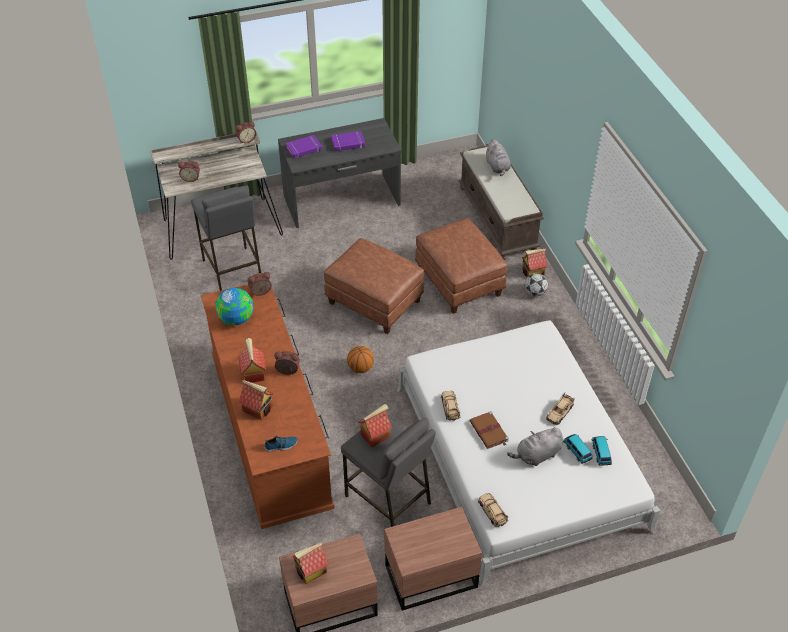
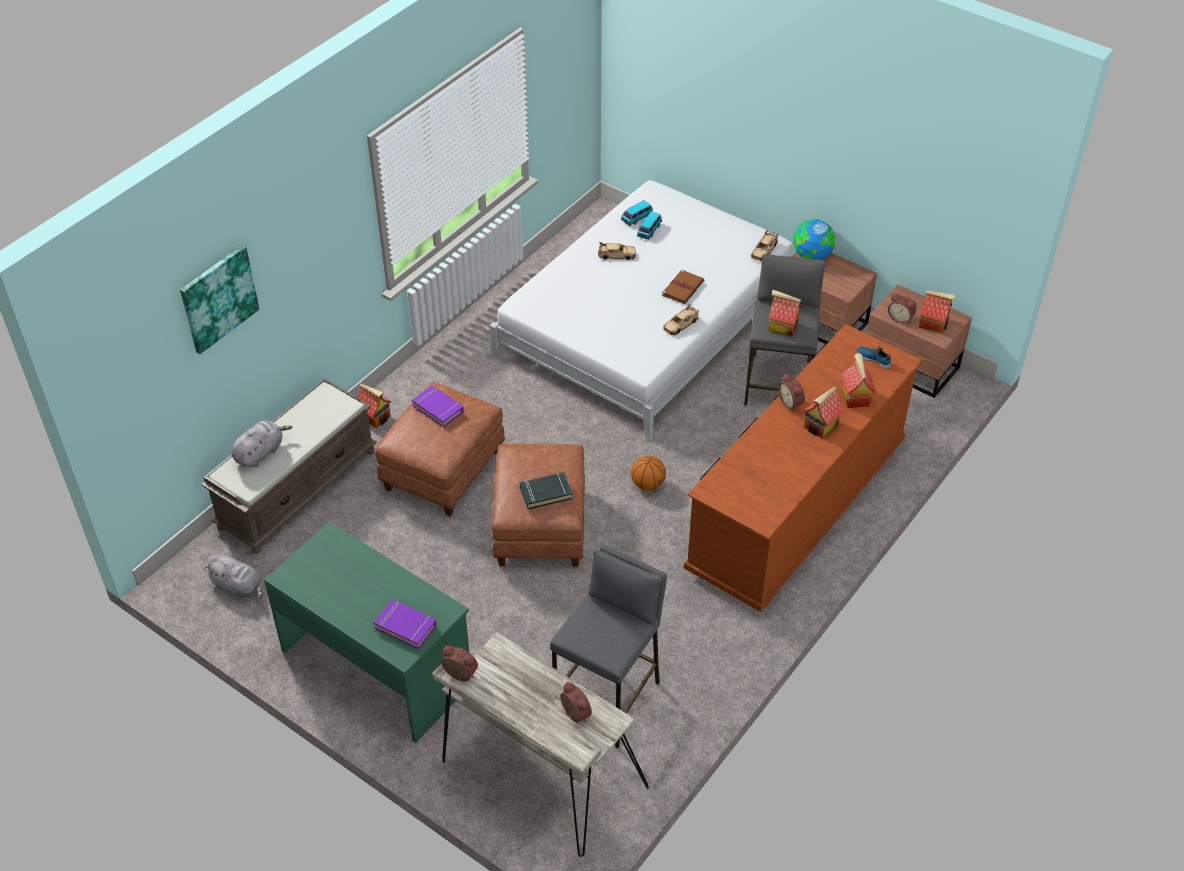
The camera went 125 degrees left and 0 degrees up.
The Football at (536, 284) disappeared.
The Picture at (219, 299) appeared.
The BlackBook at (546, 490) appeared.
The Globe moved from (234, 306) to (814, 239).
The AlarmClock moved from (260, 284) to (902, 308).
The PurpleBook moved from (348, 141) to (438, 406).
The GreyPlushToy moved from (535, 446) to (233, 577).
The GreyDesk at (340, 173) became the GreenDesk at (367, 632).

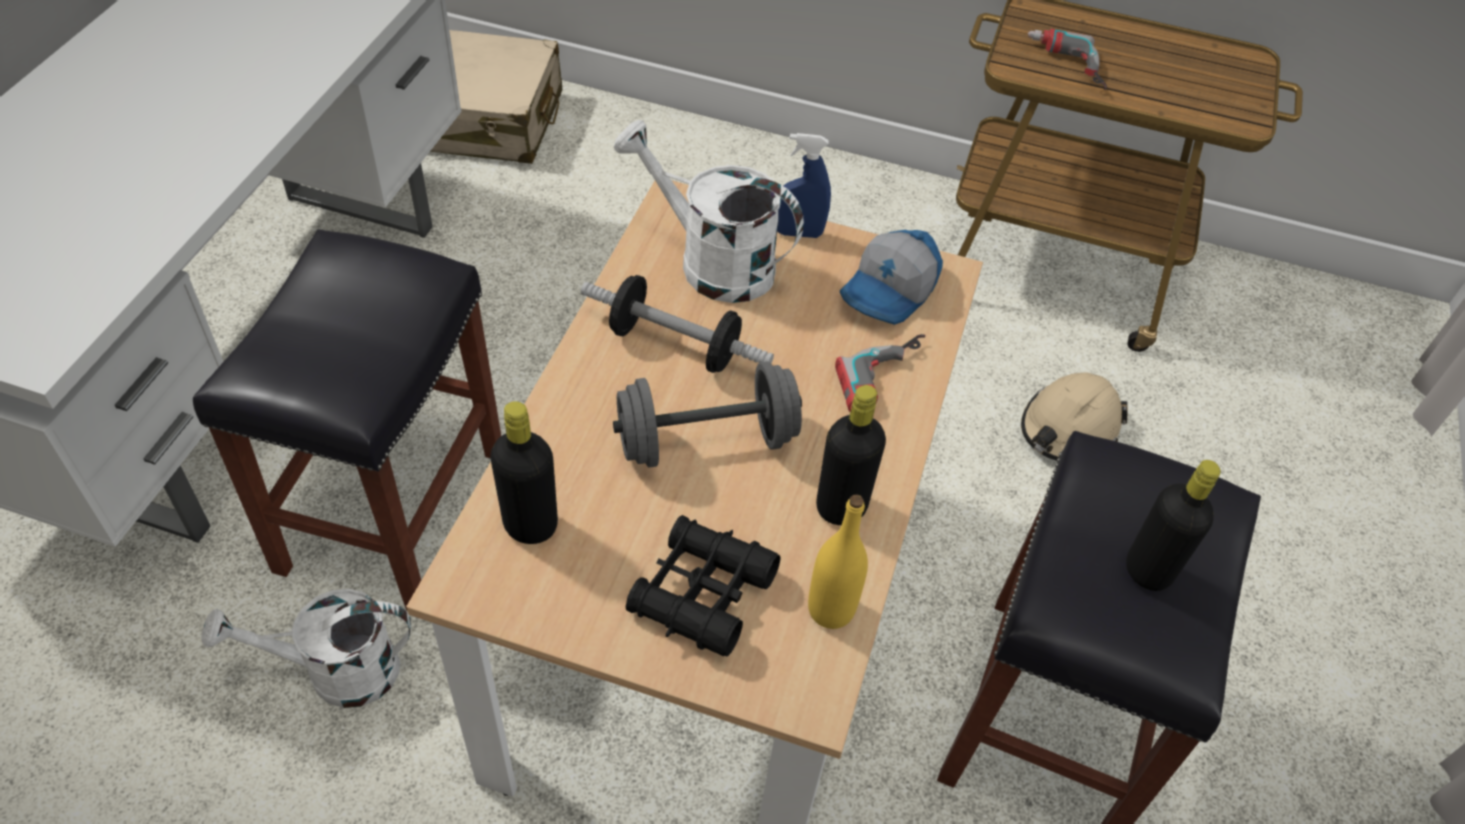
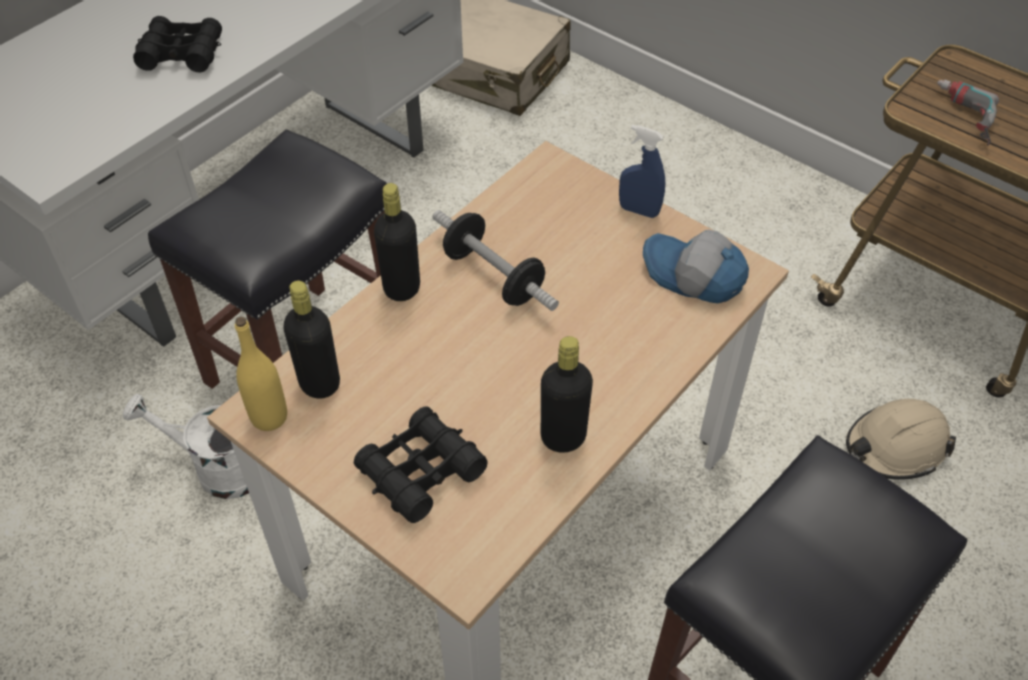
The camera went 25 degrees right and 0 degrees up.
The GreyDumbbell at (707, 415) disappeared.
The WhiteWateringCan at (709, 211) disappeared.
The PowerDrill at (880, 373) disappeared.
The BlackBinoculars at (177, 44) appeared.
The YellowBottle moved from (838, 562) to (261, 374).
The BlackBottle moved from (1173, 525) to (397, 242).
The Cap at (891, 277) turned 60 degrees clockwise.

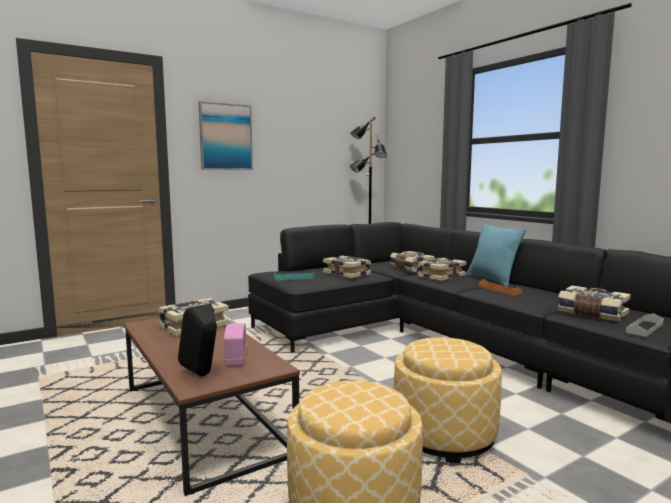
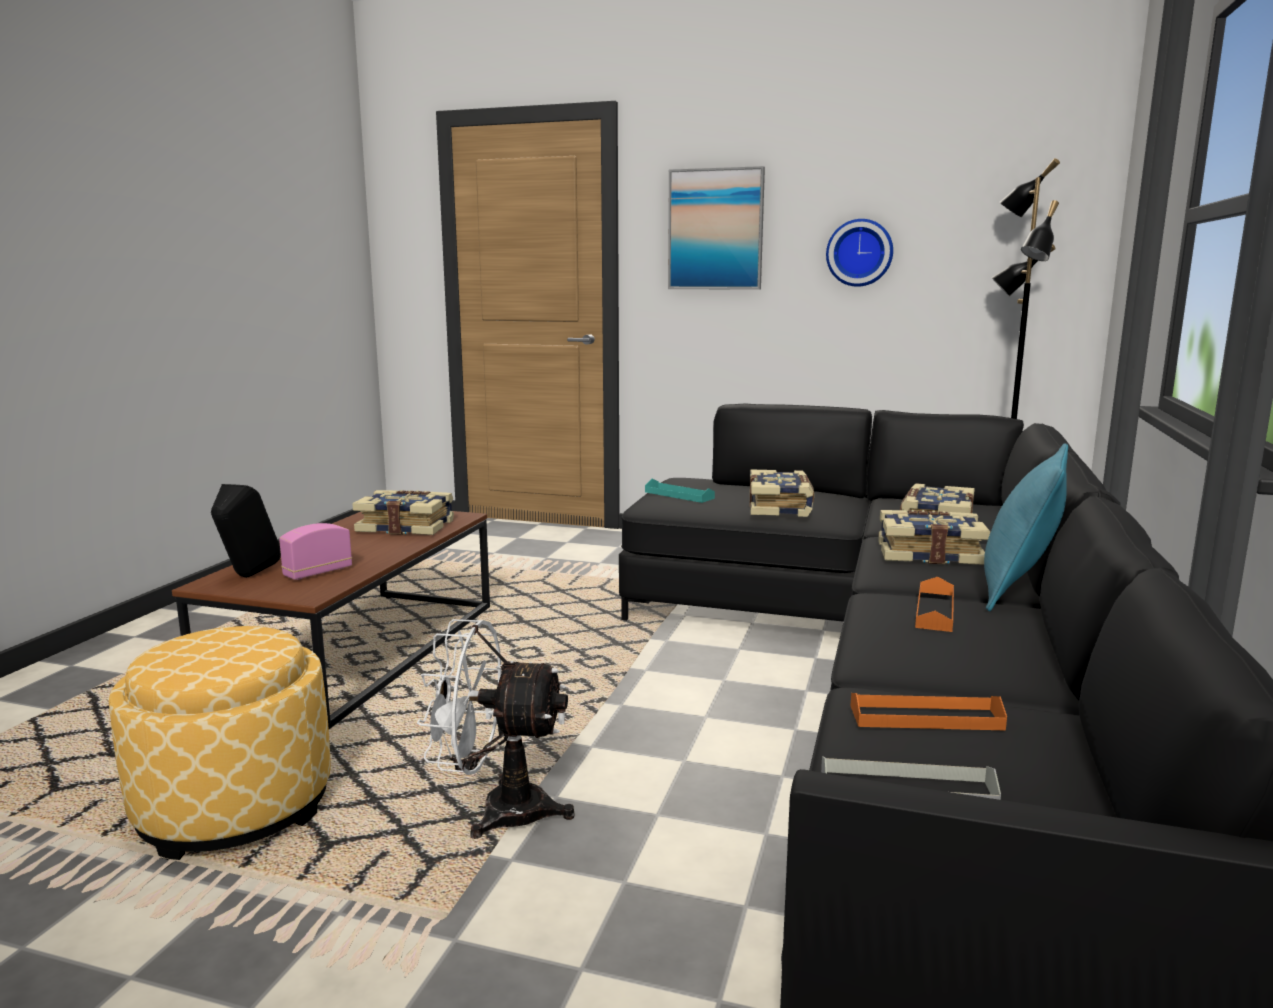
The camera went 50 degrees right and 5 degrees up.
The WallClock at (859, 253) appeared.
The Ottoman at (448, 400) was replaced by the WhiteFan at (496, 729).
The Book at (594, 303) was replaced by the OrangeTray at (929, 711).

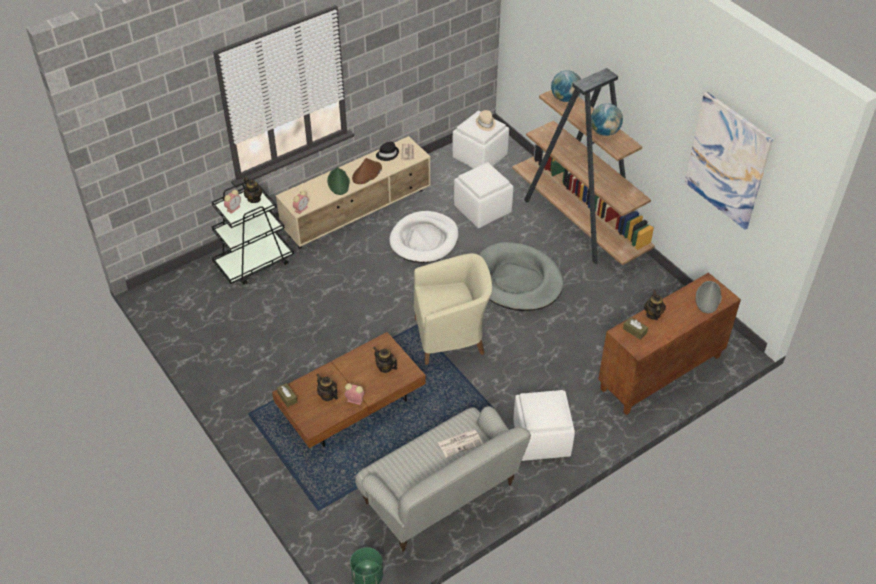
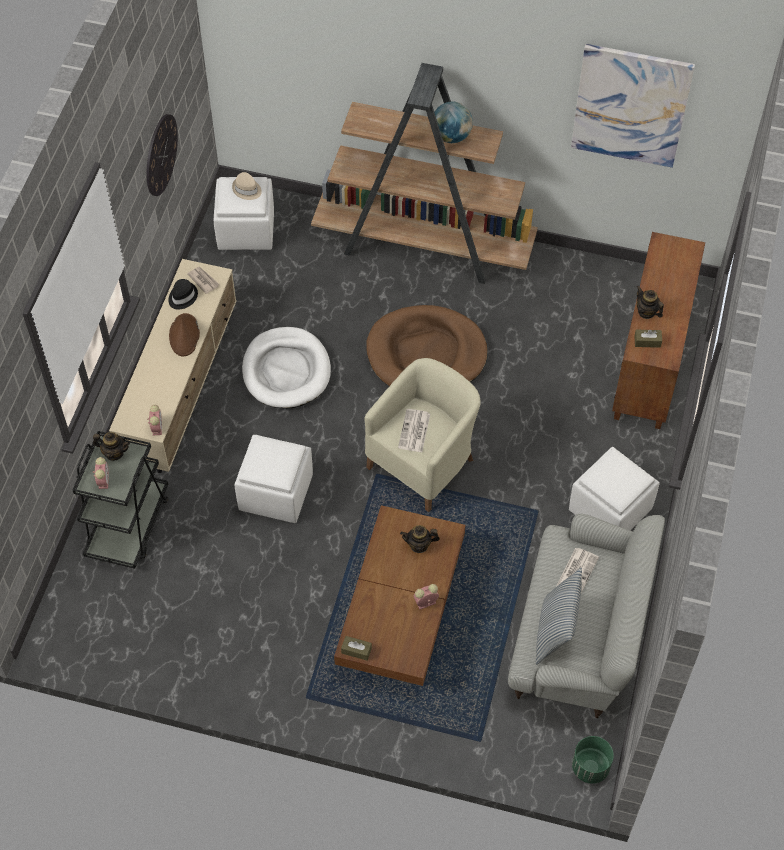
The camera went 40 degrees left and 10 degrees up.
The Teapot at (327, 387) disappeared.
The GreenHat at (338, 181) disappeared.
The Globe at (566, 86) disappeared.
The GreyHat at (709, 297) disappeared.
The WallClock at (162, 155) appeared.
The Newspaper at (414, 430) appeared.
The Pillow at (559, 616) appeared.
The WhiteOttoman moved from (483, 195) to (273, 479).
The GreyDogBed at (521, 276) became the BrownDogBed at (427, 345).

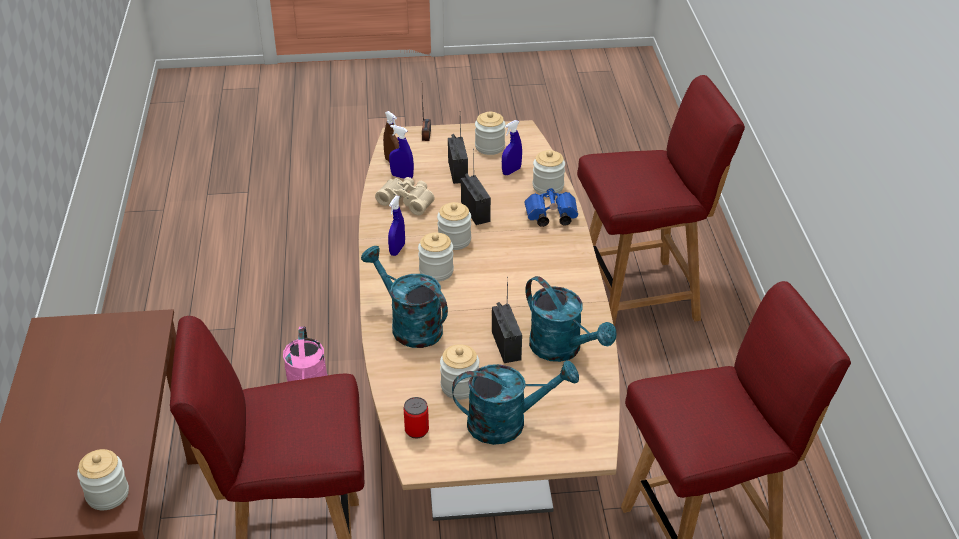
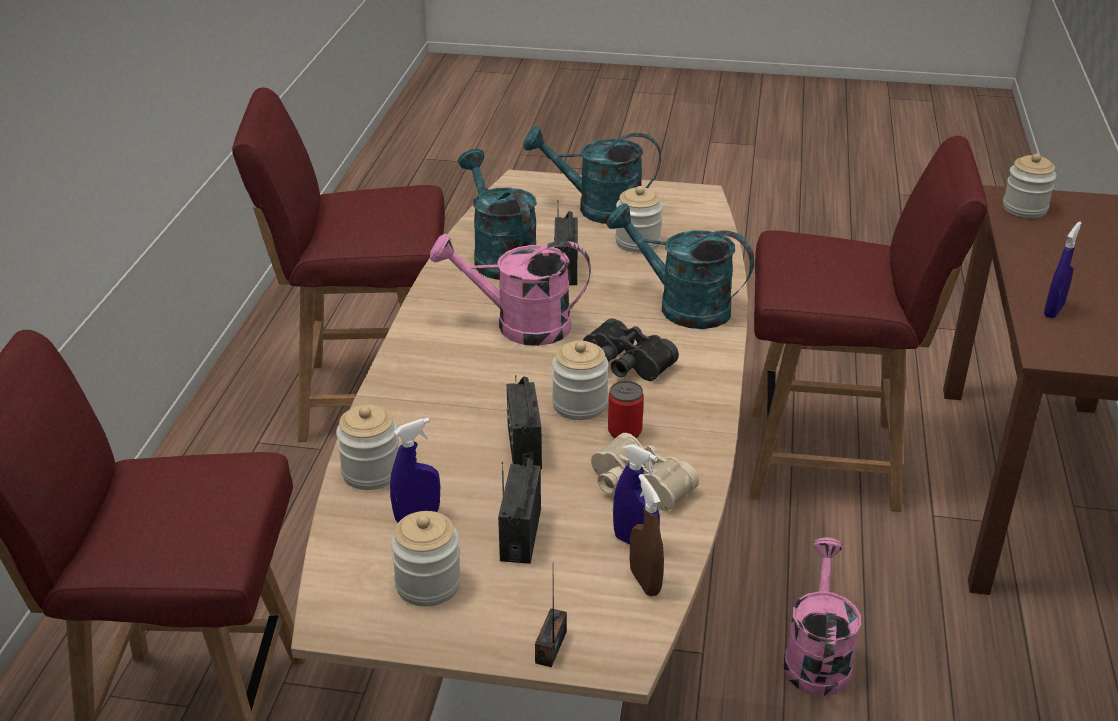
The camera went 165 degrees left and 5 degrees down.
The BlueBinoculars at (551, 207) disappeared.
The PinkWateringCan at (510, 289) appeared.
The BlueSprayBottle moved from (396, 226) to (1063, 269).
The Can moved from (416, 418) to (626, 409).
The Jar at (436, 257) was replaced by the BlackBinoculars at (631, 349).
The TurquoiseWateringCan at (404, 297) turned 150 degrees clockwise.

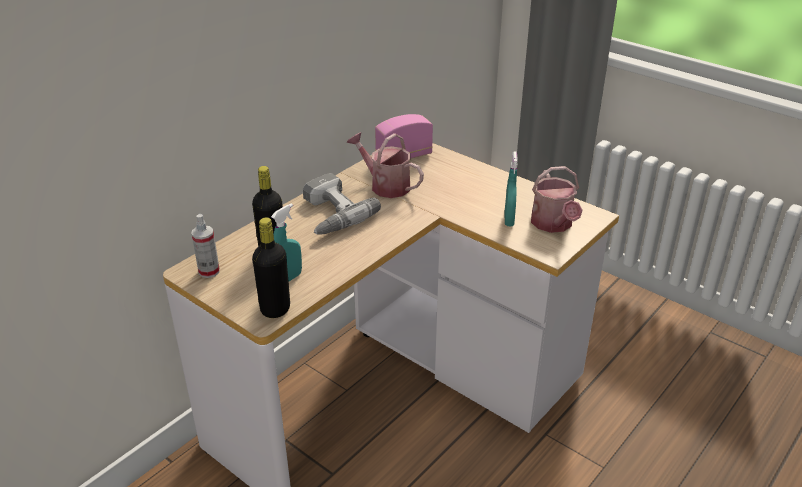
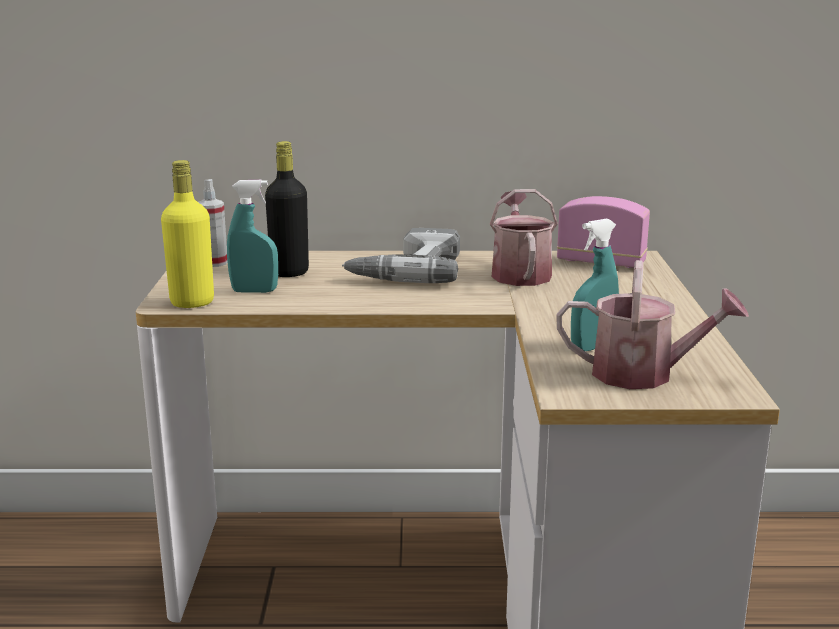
The camera went 50 degrees right and 15 degrees down.
The BlackBottle at (271, 267) became the YellowBottle at (187, 234).
The WateringCan at (557, 199) turned 120 degrees counterclockwise.

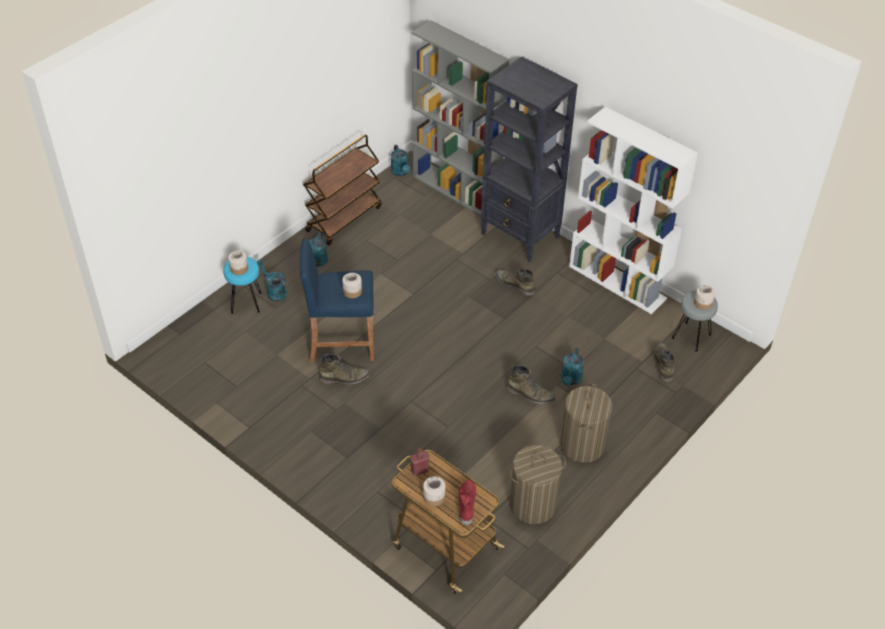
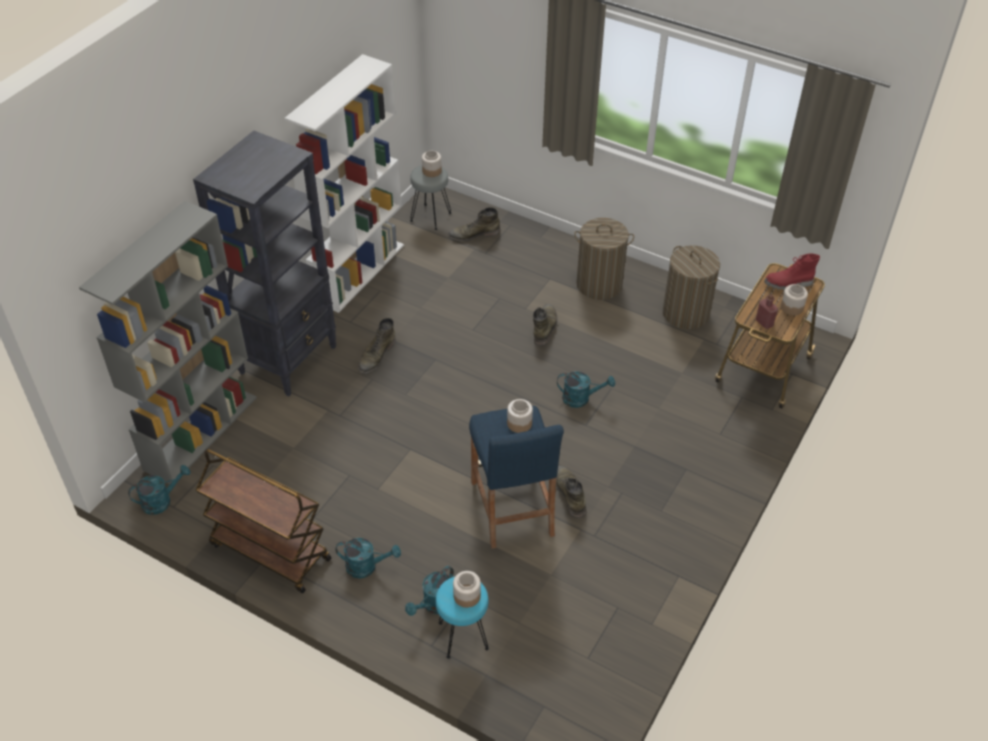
The camera went 100 degrees left and 0 degrees up.
The TurquoiseWateringCan moved from (572, 367) to (586, 389).

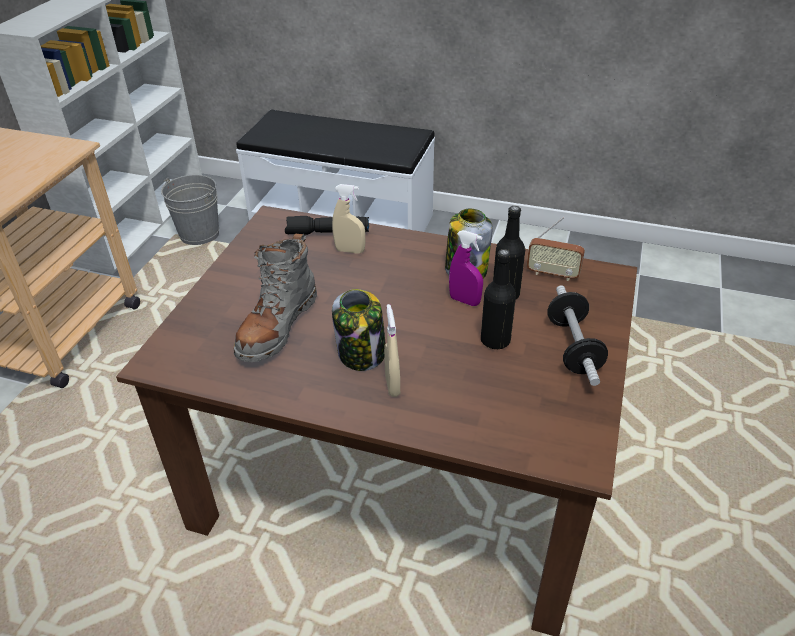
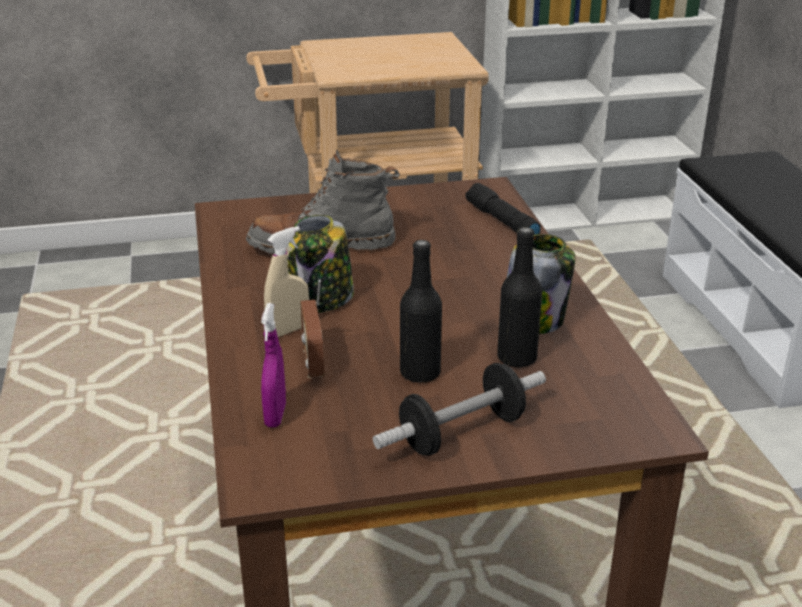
The camera went 60 degrees right and 10 degrees down.
The GreyBucket at (190, 210) disappeared.
The BeigeSprayBottle at (348, 219) disappeared.
The PurpleSprayBottle moved from (466, 268) to (273, 365).
The Radio moved from (556, 249) to (312, 329).

